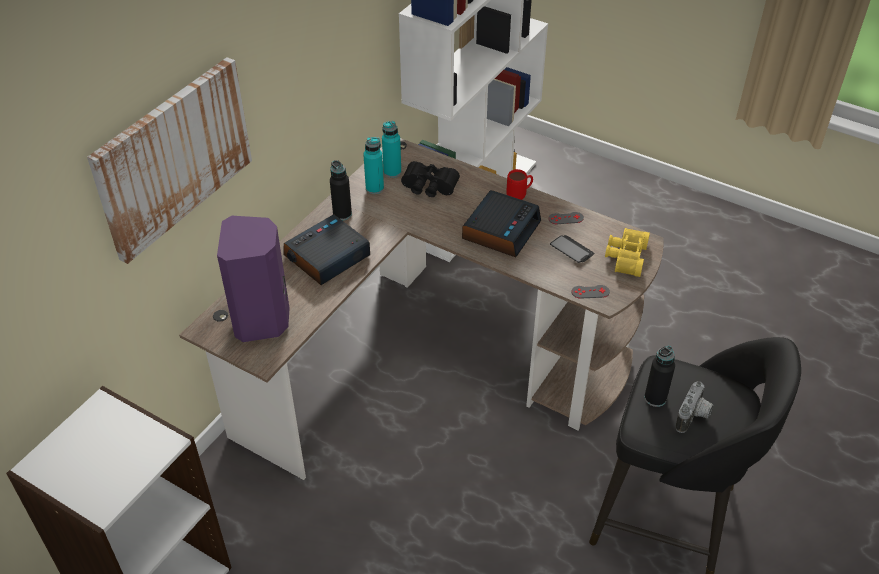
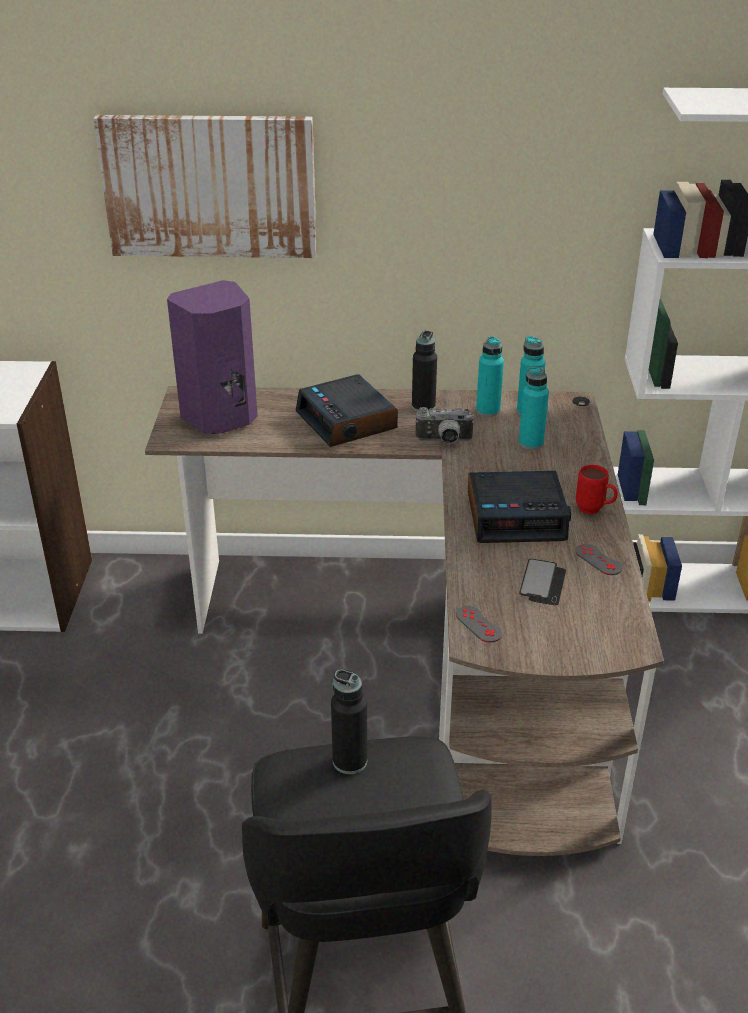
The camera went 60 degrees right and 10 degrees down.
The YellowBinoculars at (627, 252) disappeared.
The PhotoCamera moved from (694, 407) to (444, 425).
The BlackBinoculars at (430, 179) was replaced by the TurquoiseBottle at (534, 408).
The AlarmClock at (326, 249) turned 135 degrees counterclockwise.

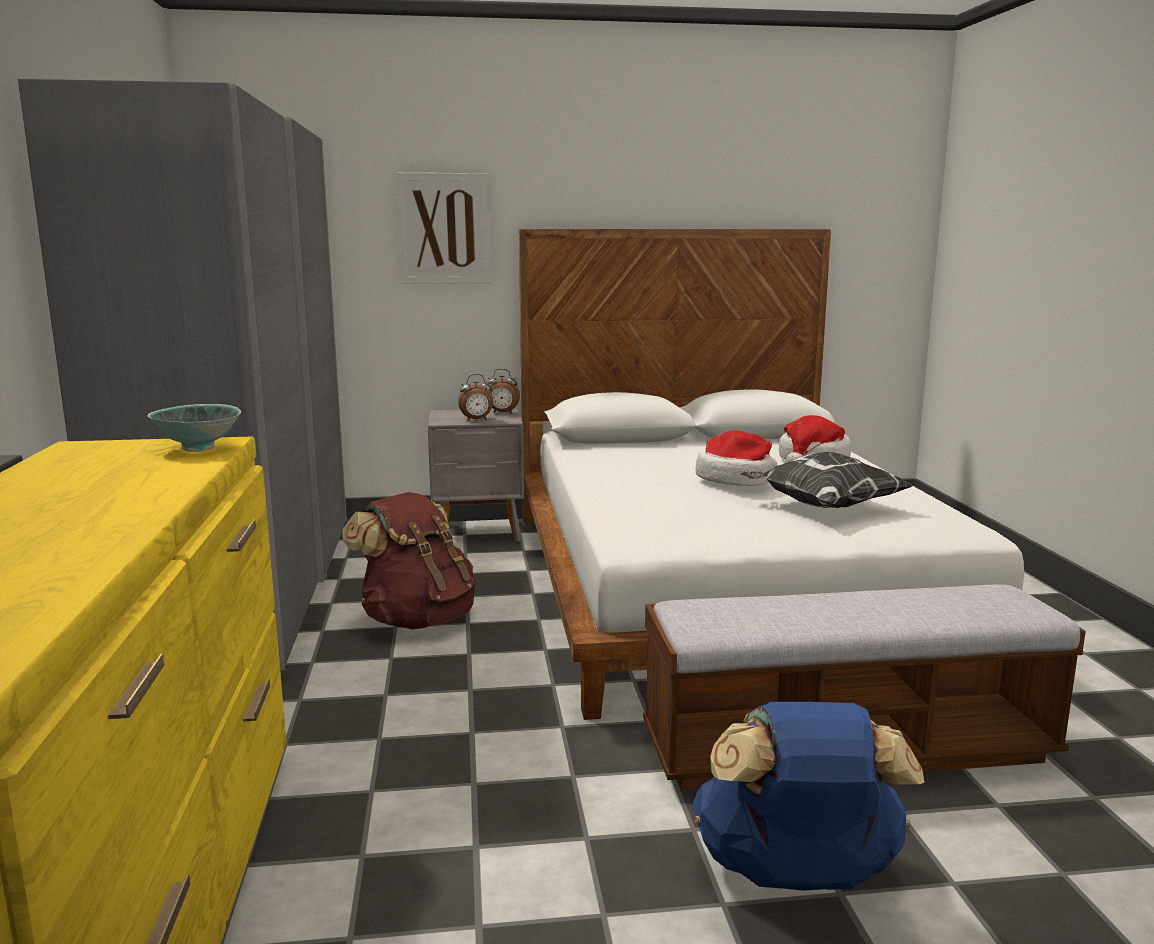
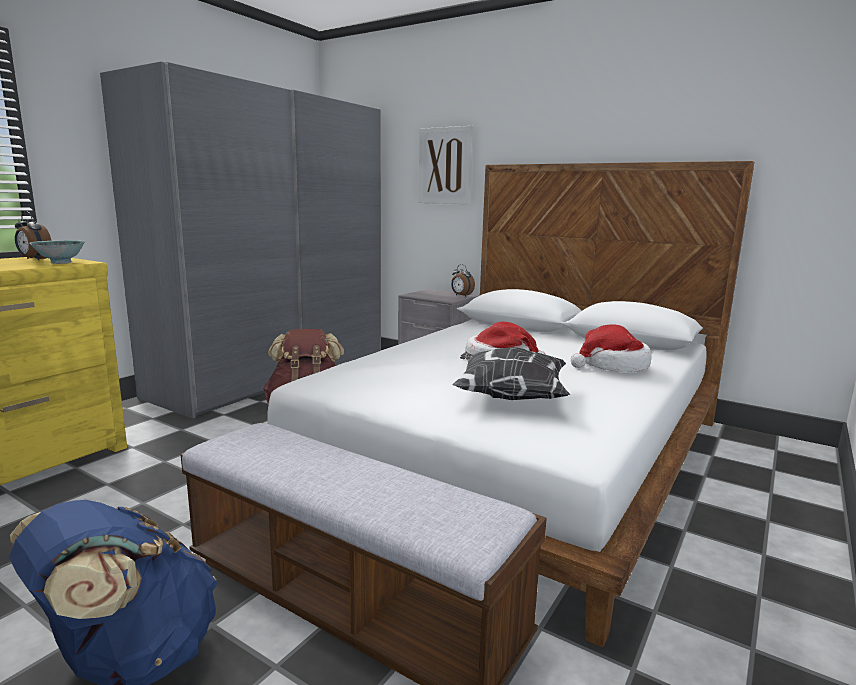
The camera went 40 degrees right and 0 degrees up.
The AlarmClock moved from (475, 397) to (33, 235).

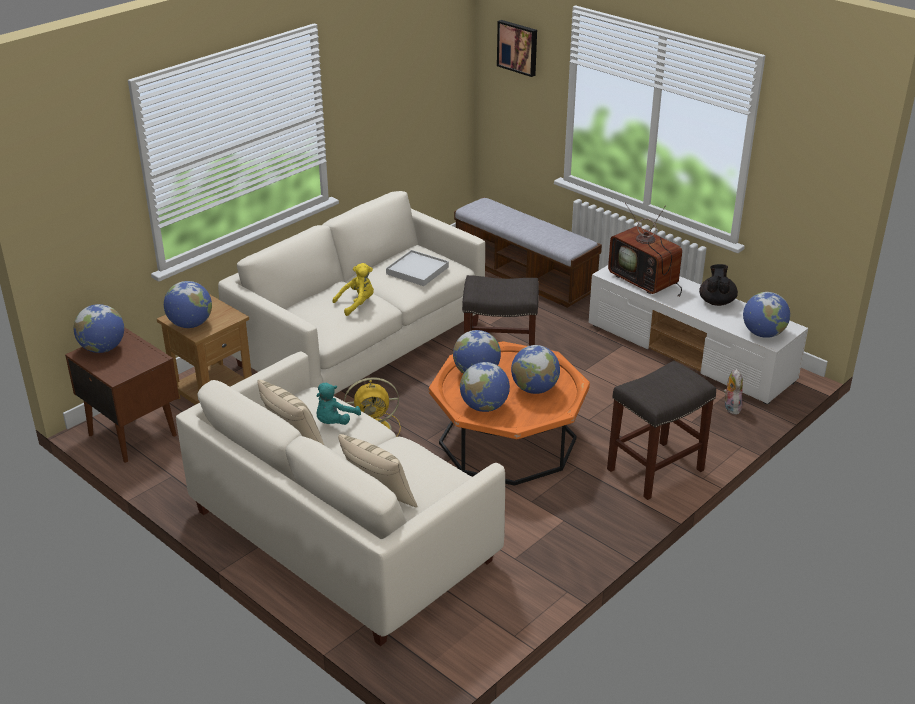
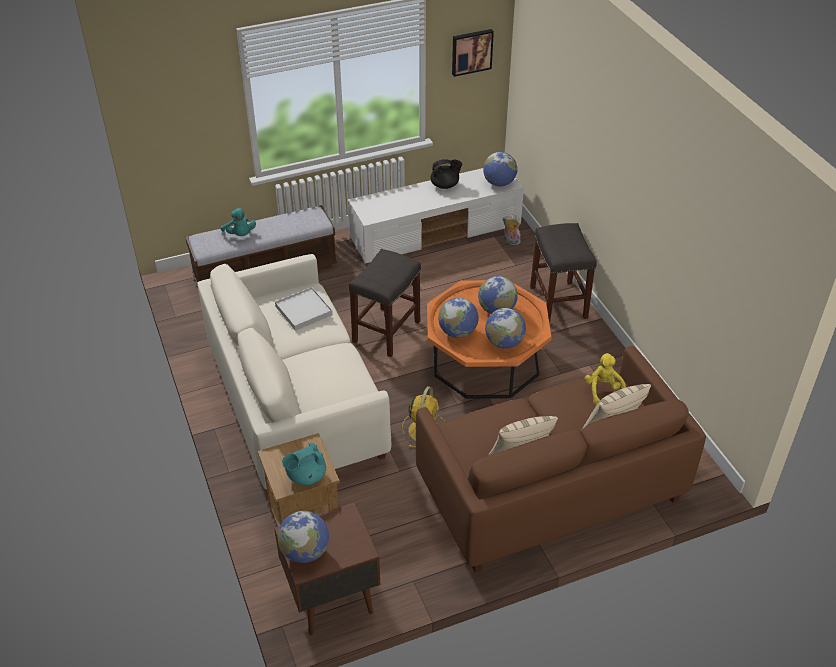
The camera went 65 degrees left and 10 degrees up.
The Television at (645, 250) disappeared.
The TurquoisePlushToy moved from (338, 403) to (238, 222).
The YellowPlushToy moved from (353, 289) to (605, 379).
The Picture moved from (517, 48) to (473, 53).
The Globe at (188, 304) was replaced by the TurquoiseTeapot at (304, 464).
The WhiteSofa at (340, 499) became the BrownSofa at (561, 459).
The BlackTeapot at (718, 285) turned 135 degrees clockwise.

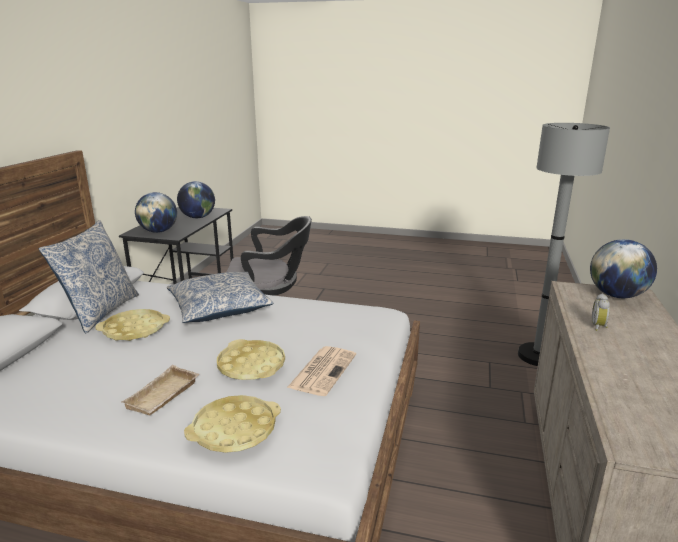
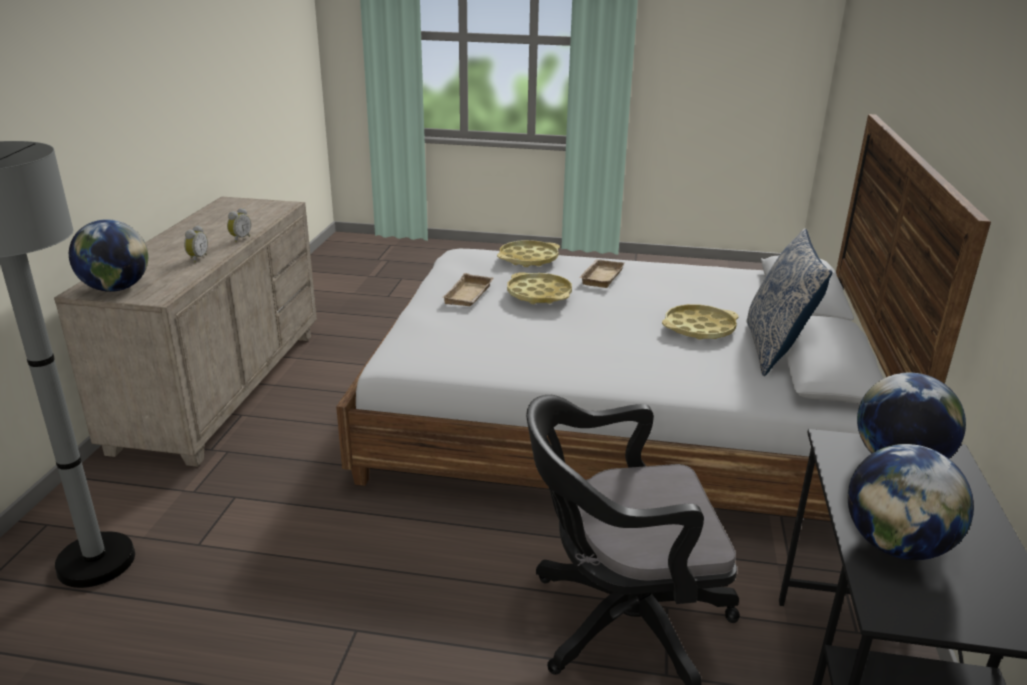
The camera went 175 degrees right and 5 degrees up.
The Pillow at (220, 297) disappeared.
The AlarmClock at (239, 225) appeared.
The Newspaper at (321, 371) was replaced by the BeigeTray at (468, 289).

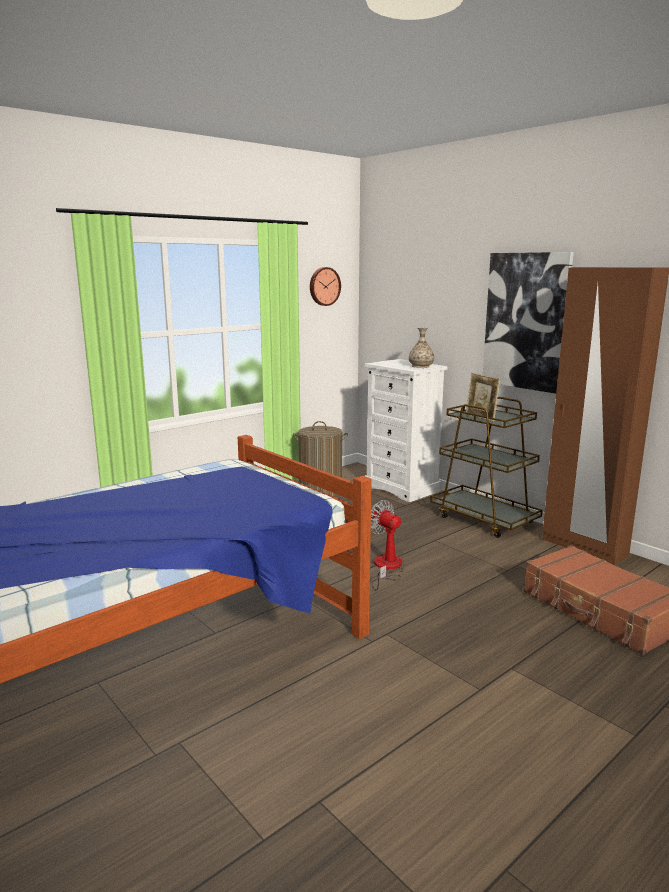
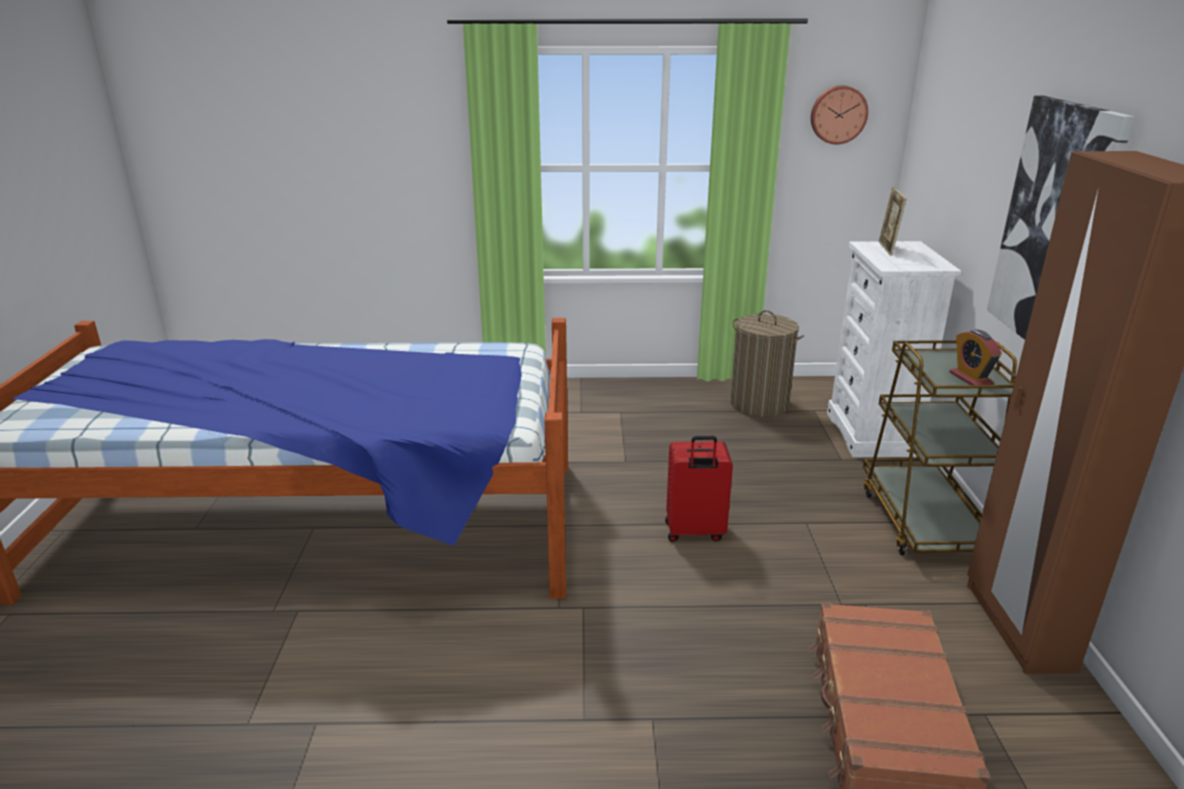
The camera went 40 degrees right and 10 degrees up.
The Vase at (421, 348) disappeared.
The AlarmClock at (976, 357) appeared.
The PictureFrame moved from (483, 397) to (892, 221).
The Fan at (387, 545) was replaced by the RedSuitcase at (699, 489).

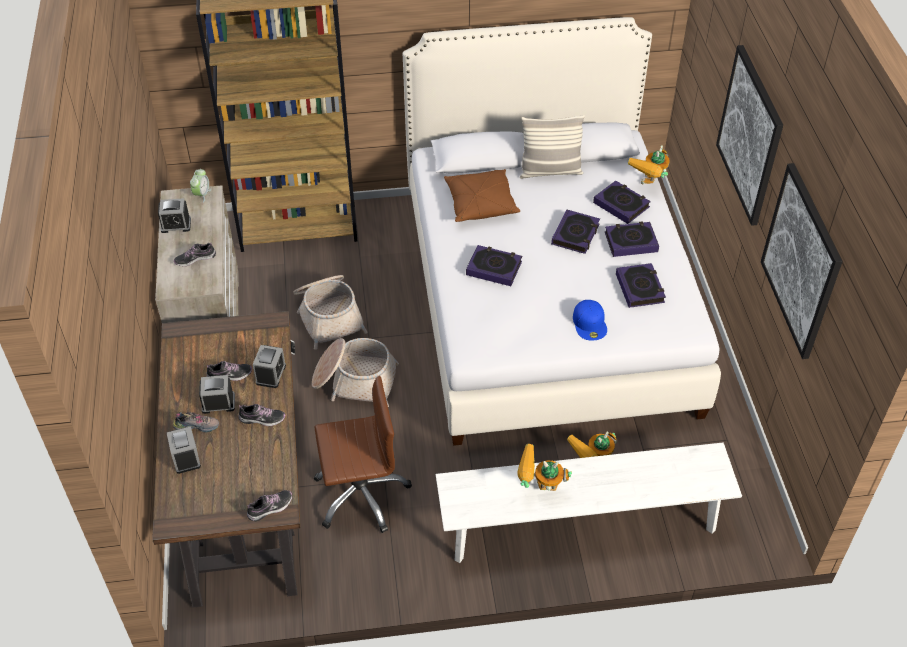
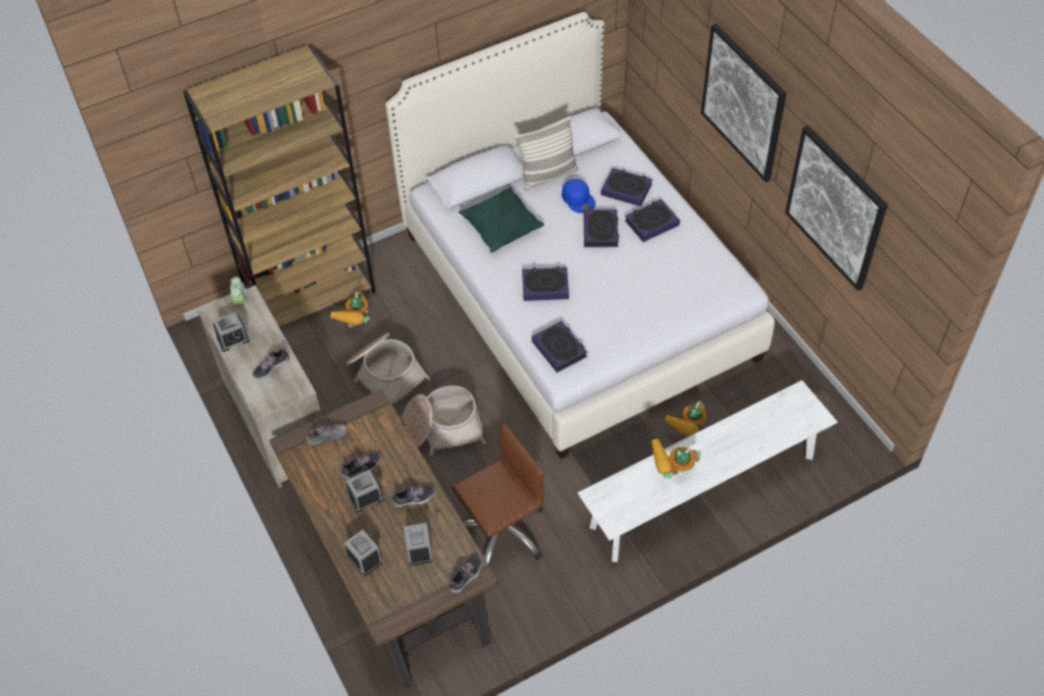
The camera went 20 degrees left and 5 degrees up.
The Shoe moved from (196, 422) to (327, 435).
The AlarmClock moved from (269, 366) to (418, 544).
The BlueCap moved from (590, 320) to (579, 196).
The Book moved from (641, 285) to (560, 347).
The ToyRobot moved from (649, 164) to (350, 310).
The BrownPillow at (482, 195) became the GreenPillow at (501, 220).

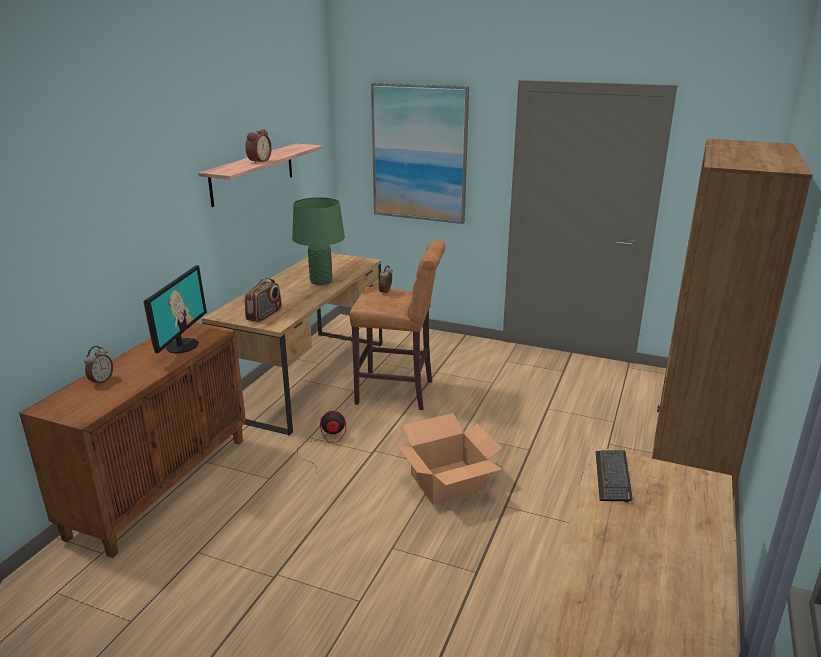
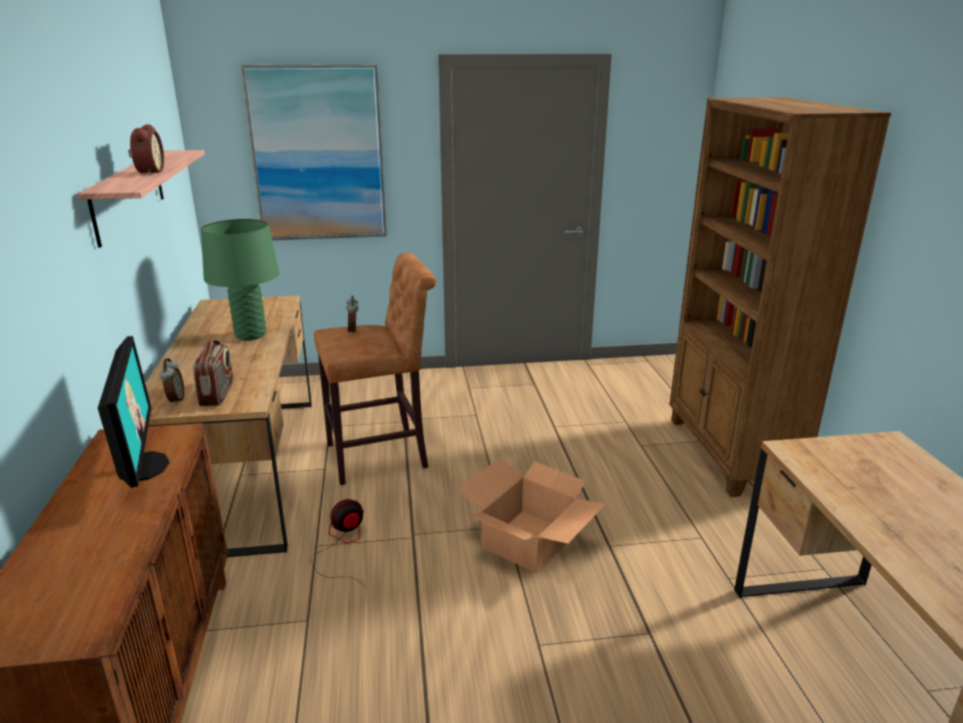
The camera went 30 degrees left and 0 degrees up.
The Keyboard at (614, 476) disappeared.
The AlarmClock moved from (98, 366) to (171, 381).

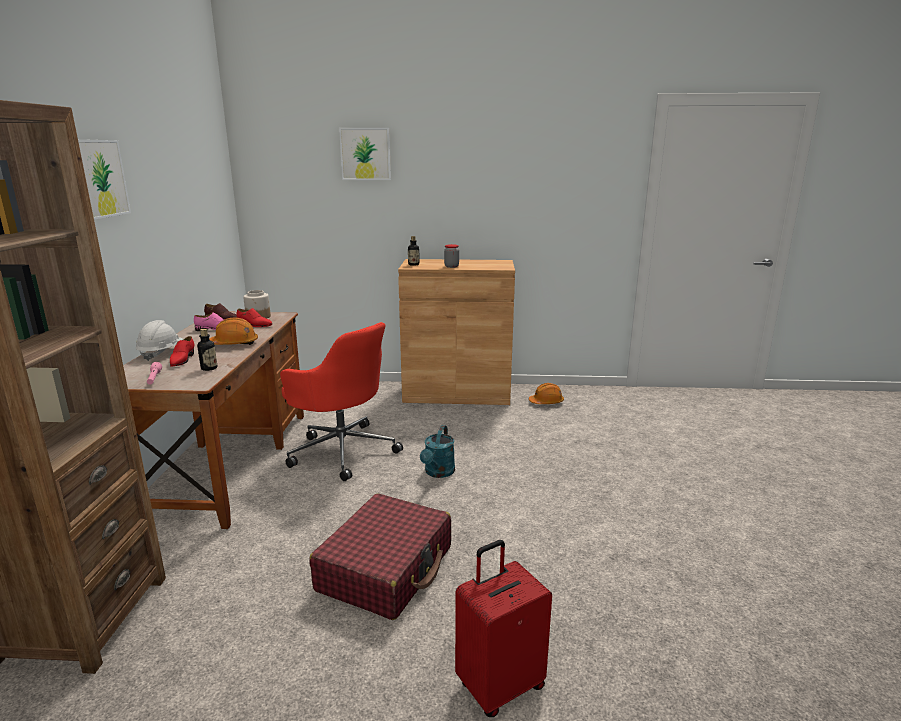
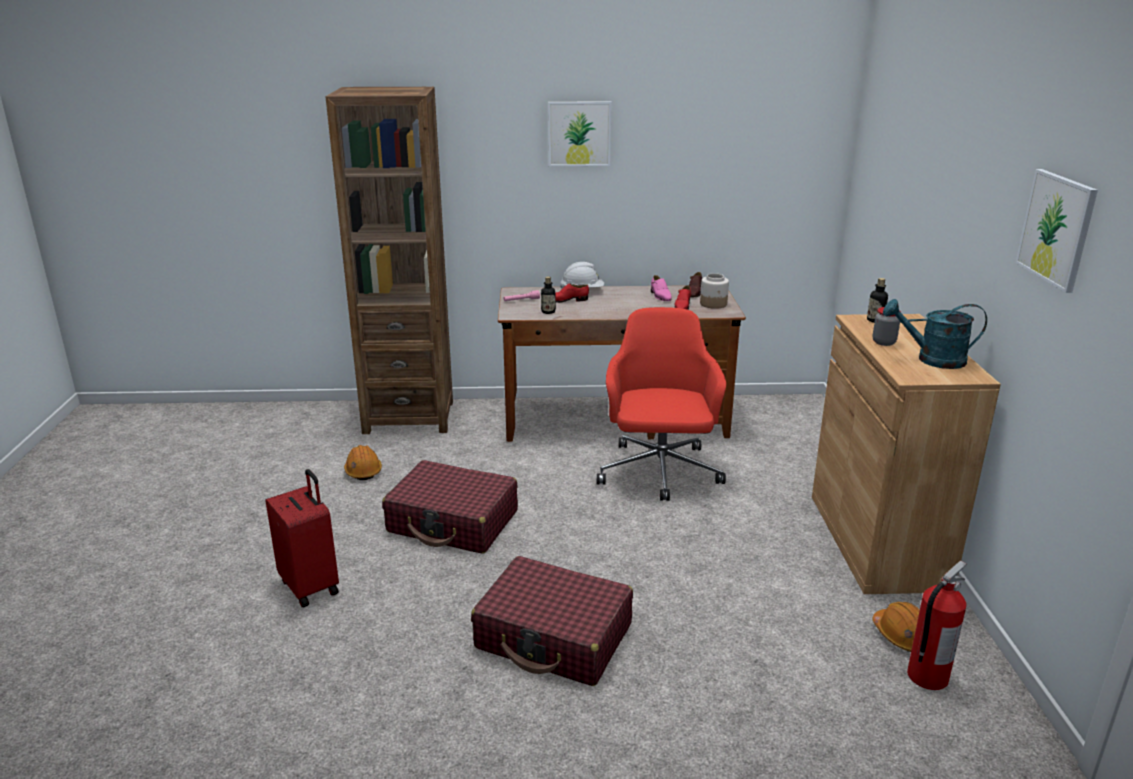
The camera went 85 degrees right and 5 degrees up.
The RedSuitcase at (552, 621) appeared.
The FireExtinguisher at (937, 625) appeared.
The OrangeHardHat moved from (233, 331) to (363, 462).
The Picture moved from (365, 154) to (1057, 231).
The TurquoiseWateringCan moved from (437, 451) to (935, 334).
The RedOfficeChair at (341, 401) turned 150 degrees clockwise.

